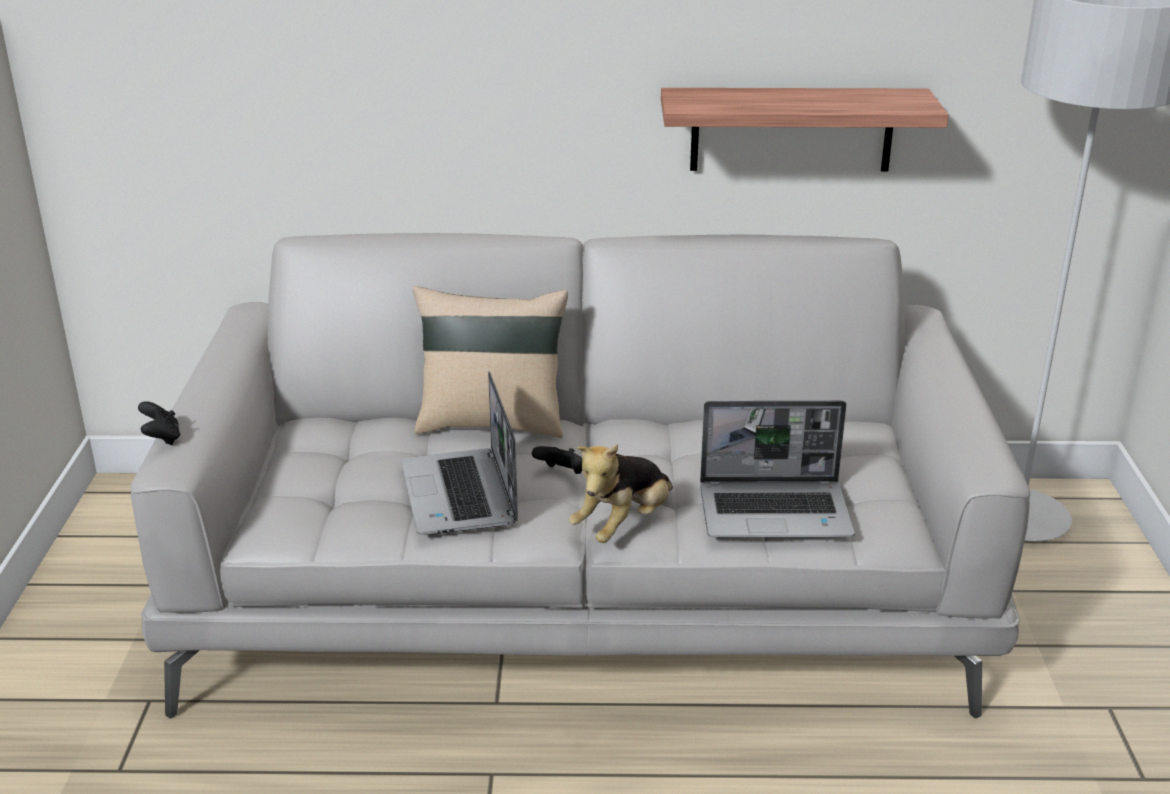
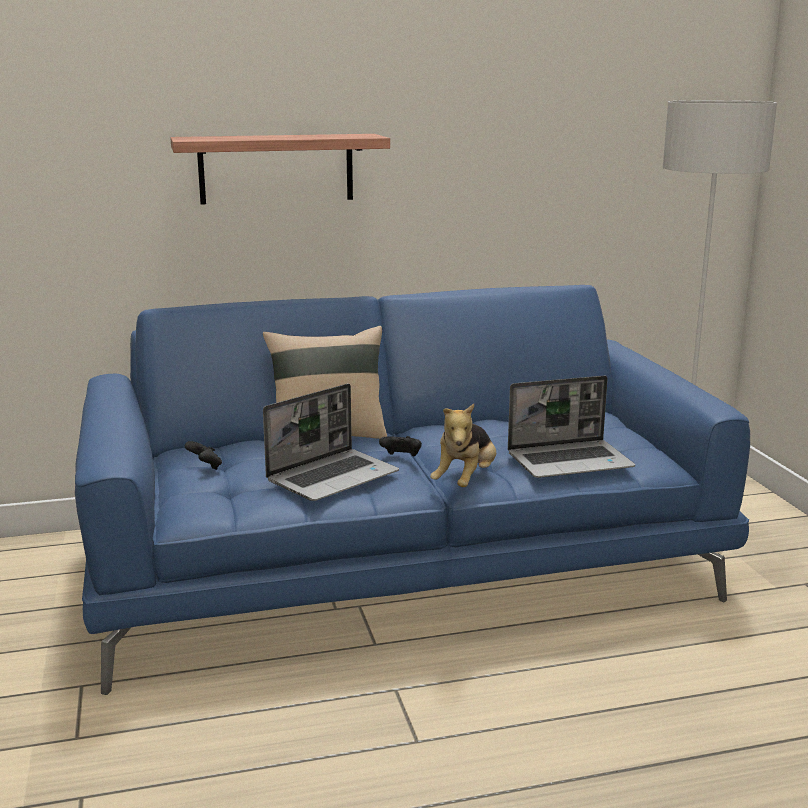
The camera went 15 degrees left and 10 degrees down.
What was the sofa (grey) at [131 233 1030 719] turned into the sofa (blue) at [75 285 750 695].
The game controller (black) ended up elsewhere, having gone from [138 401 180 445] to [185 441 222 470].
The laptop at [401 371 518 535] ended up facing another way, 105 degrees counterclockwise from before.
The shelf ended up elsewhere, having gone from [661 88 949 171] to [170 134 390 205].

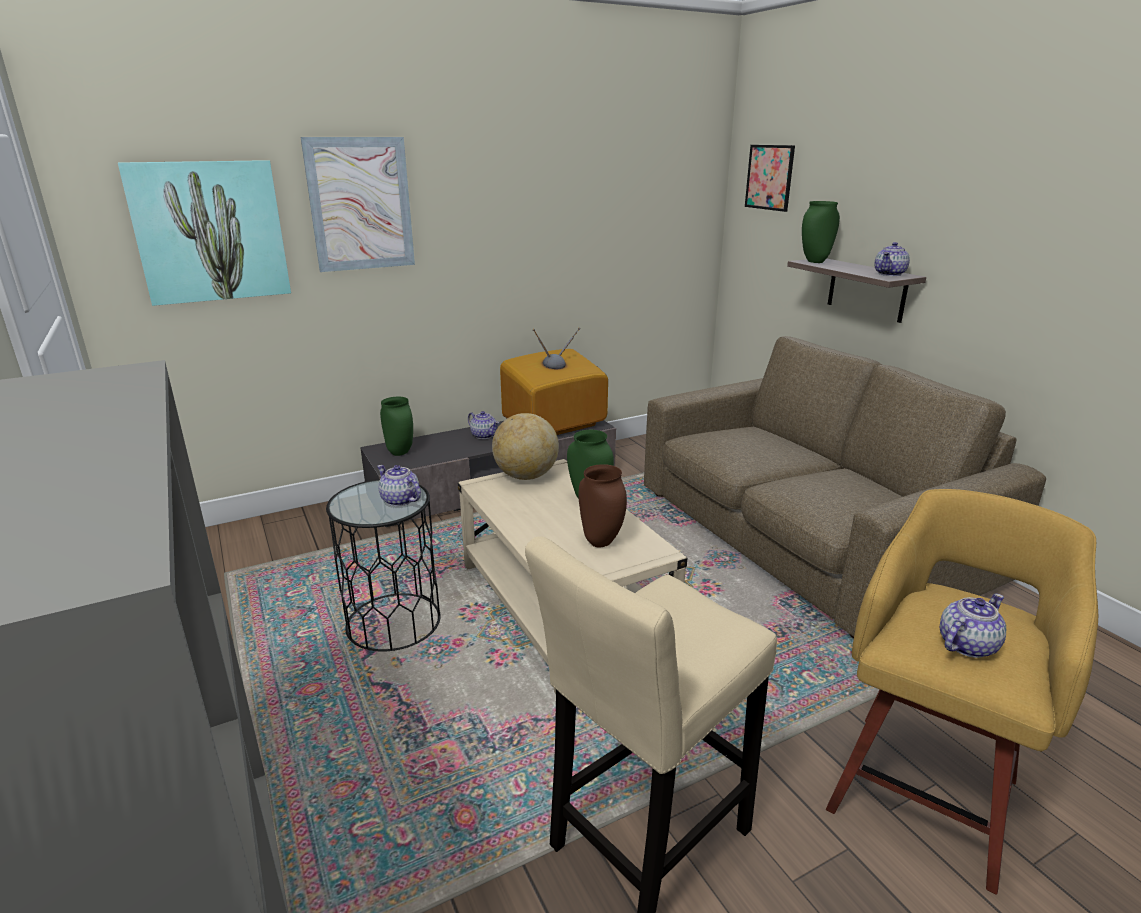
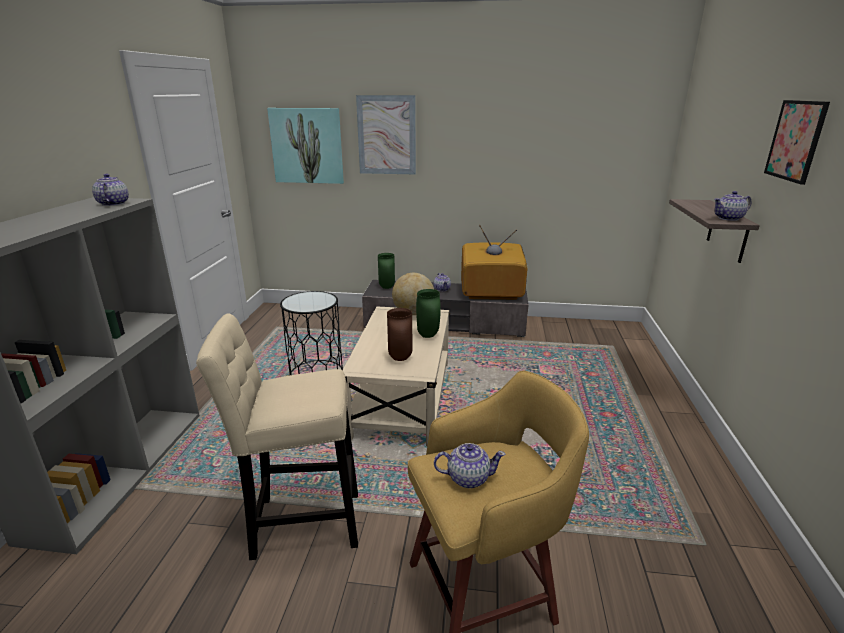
The camera went 35 degrees right and 0 degrees up.
The teapot ended up elsewhere, having gone from [377 465 421 506] to [92 173 129 206].
The second view lost the sofa (brown) at [644 336 1046 638].
The picture ended up elsewhere, having gone from [745 145 795 212] to [764 100 830 185].
The second view lost the vase (green) at [802 201 840 263].

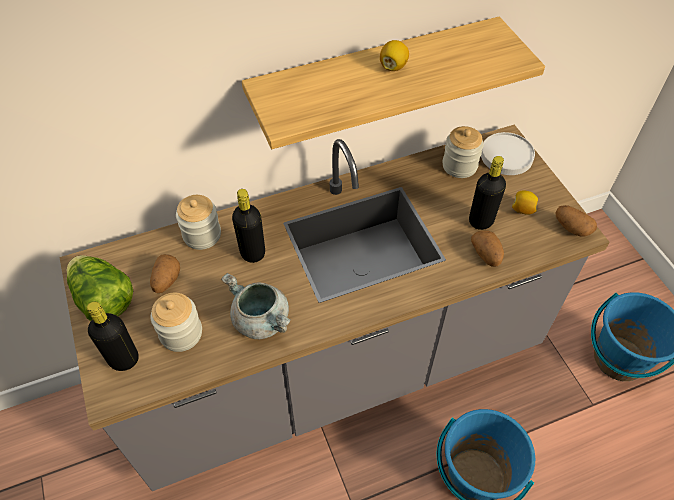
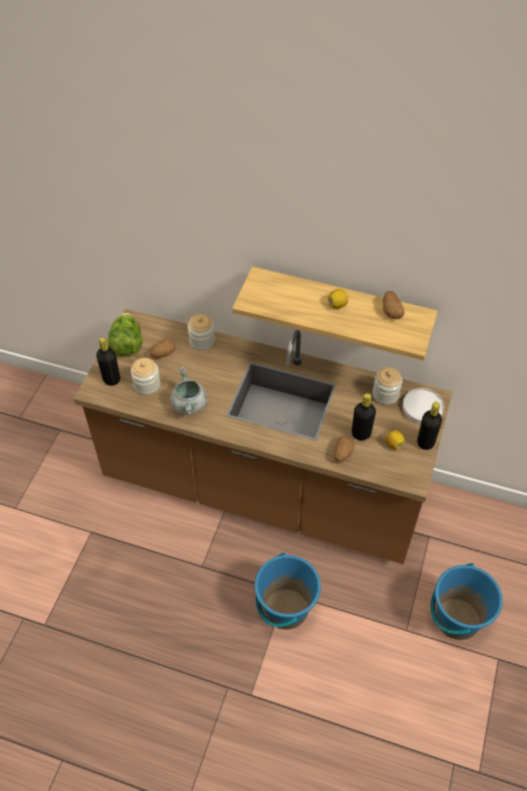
The camera went 40 degrees right and 0 degrees up.
What was the counter (grey) at [60 125 610 491] turned into the counter (brown) at [73 308 452 564].
The bottle (black) ended up elsewhere, having gone from [232 189 265 263] to [417 402 442 450].
The potato ended up elsewhere, having gone from [555 205 597 237] to [383 291 404 319].

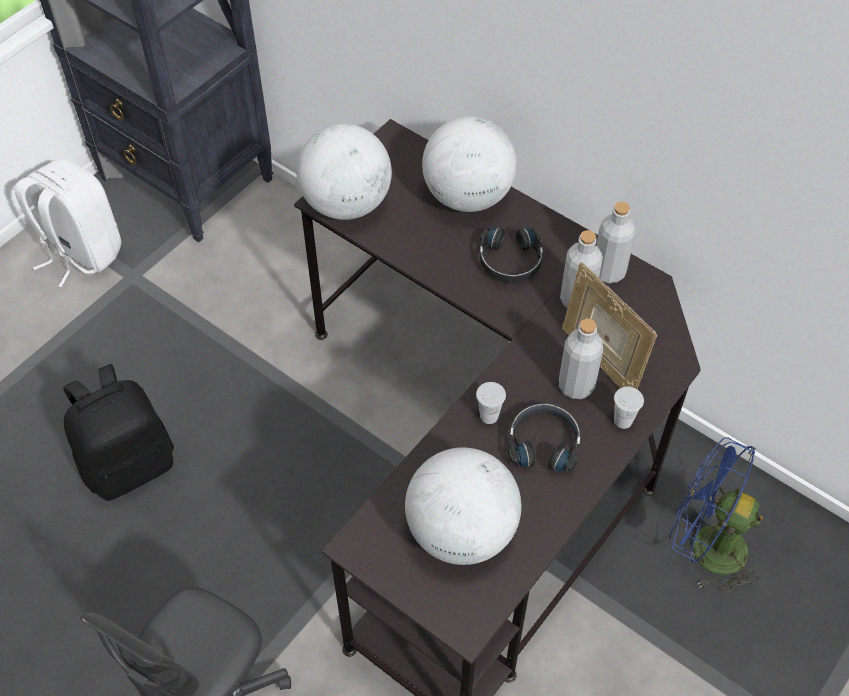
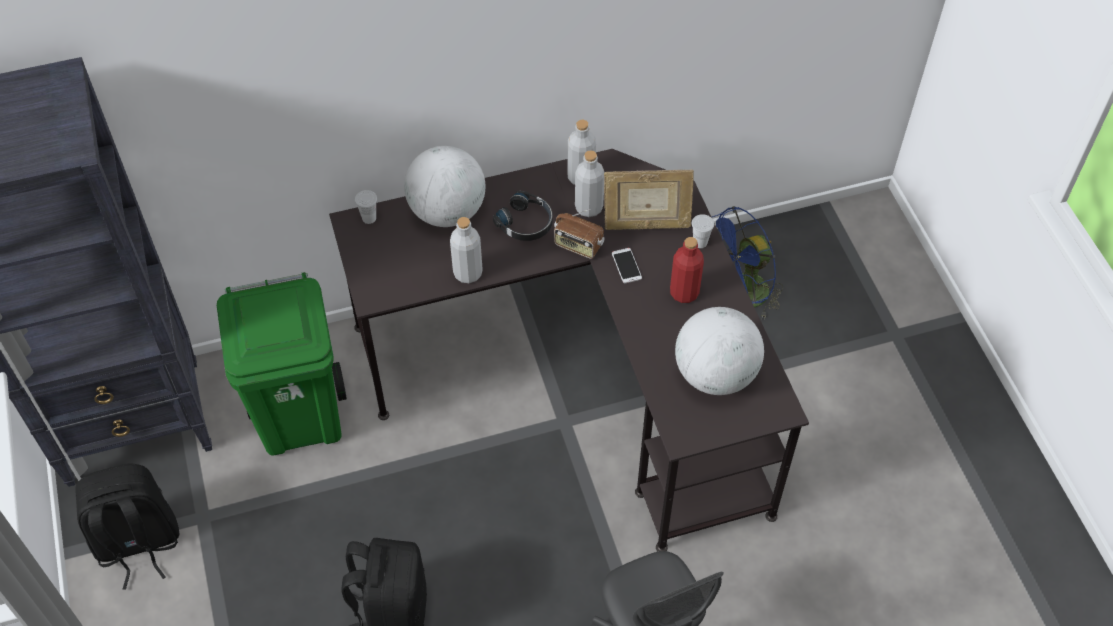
The camera went 55 degrees left and 0 degrees up.
What was the backpack (white) at [15 159 121 287] turned into the backpack (black) at [75 463 180 590].
The second view lost the globe at [296 124 392 220].
The cup (white) ended up elsewhere, having gone from [476 382 506 424] to [355 190 377 224].
Where the headphones (black) stood at [508 403 580 473], the bottle (red) came to stand at [670 237 704 303].
The bottle (grey) ended up elsewhere, having gone from [559 319 603 399] to [450 217 483 283].
The second view gained the trash can (green) at [217 272 347 455].
The second view gained the radio at [554 209 605 259].
The second view gained the phone at [612 248 642 283].

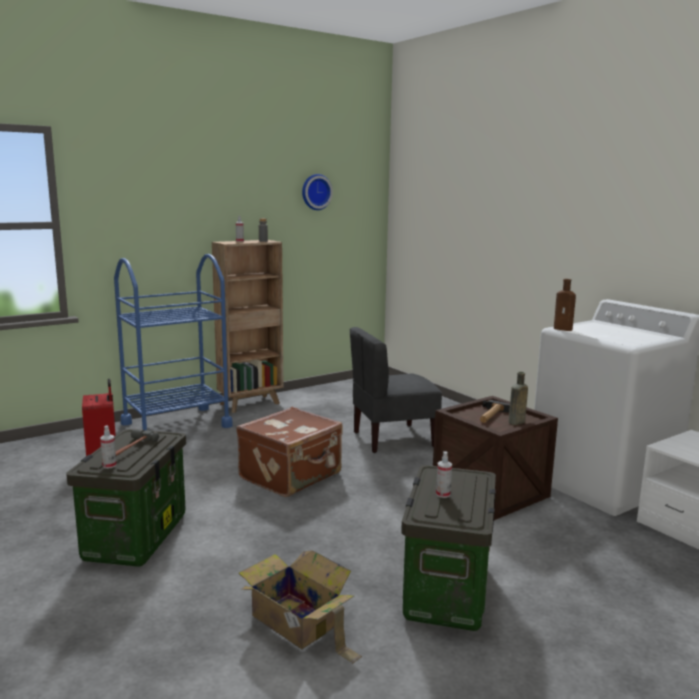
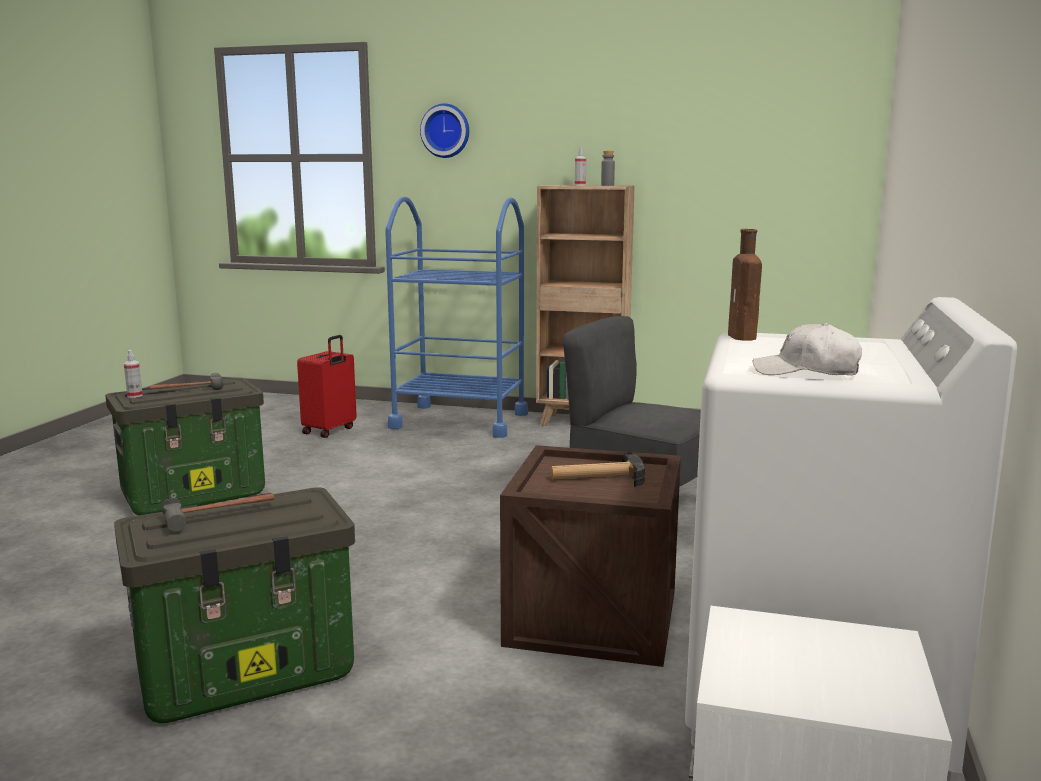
The camera went 50 degrees right and 0 degrees up.
The second view lost the suitcase (brown) at [236 407 343 497].
The second view lost the cardboard box at [239 550 362 664].
The wall clock ended up elsewhere, having gone from [302 174 333 210] to [420 104 469 158].
Where the spray bottle stood at [436 451 452 498], the hammer came to stand at [161 493 274 532].
The second view lost the bottle (brown) at [508 372 528 425].
The second view gained the cap (white) at [753 322 862 375].

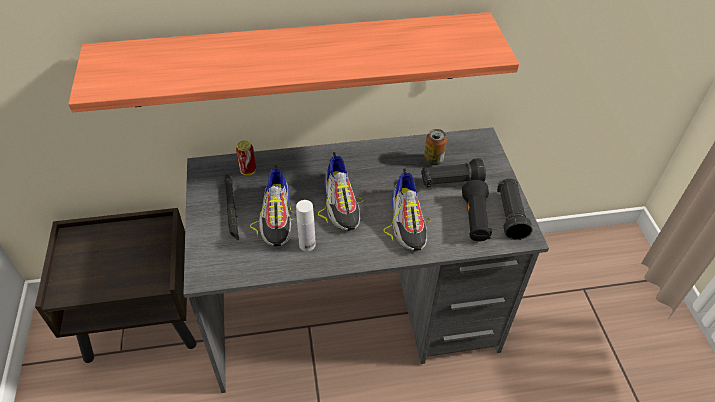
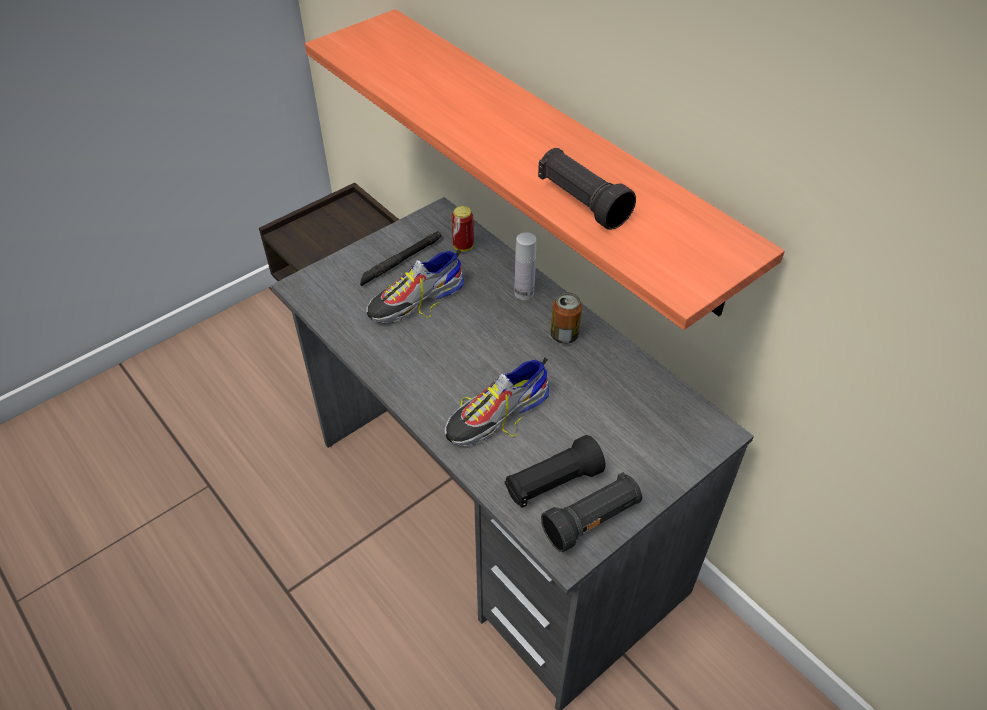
The camera went 60 degrees right and 0 degrees up.
The bottle (white) ended up elsewhere, having gone from [296 200 316 251] to [514 232 536 300].
The second view lost the shoe at [318 152 363 231].
The flashlight (black) ended up elsewhere, having gone from [421 158 486 188] to [538 148 636 230].
The can ended up elsewhere, having gone from [424 129 447 165] to [551 292 582 344].

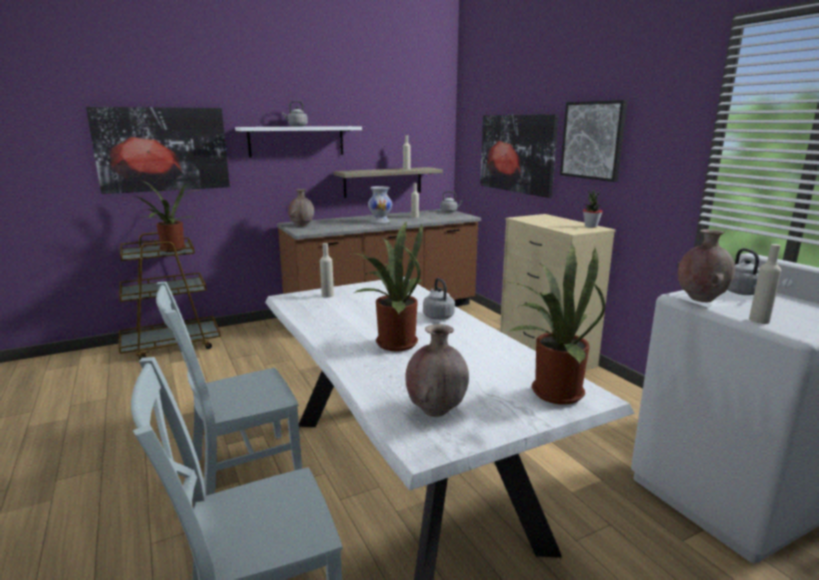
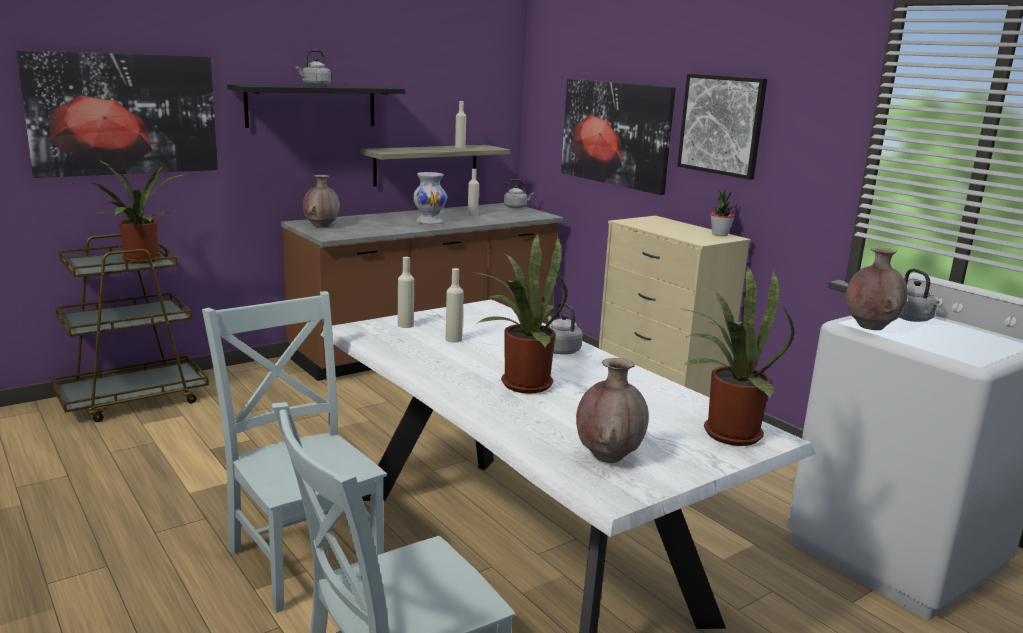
The camera went 10 degrees left and 0 degrees up.
The chair (grey) at [156 282 302 496] ended up facing another way, 90 degrees clockwise from before.
What was the shelf (white) at [235 126 362 158] turned into the shelf (black) at [227 84 405 128].
The bottle (beige) ended up elsewhere, having gone from [749 244 781 324] to [446 268 464 343].

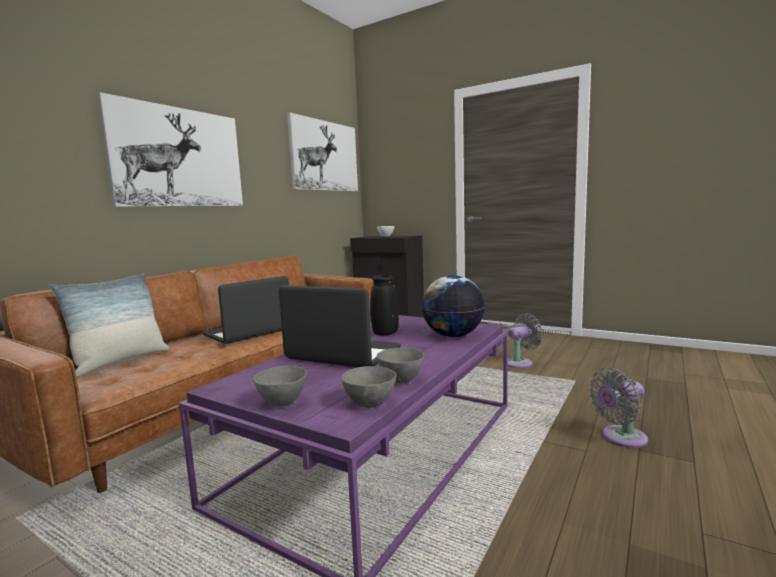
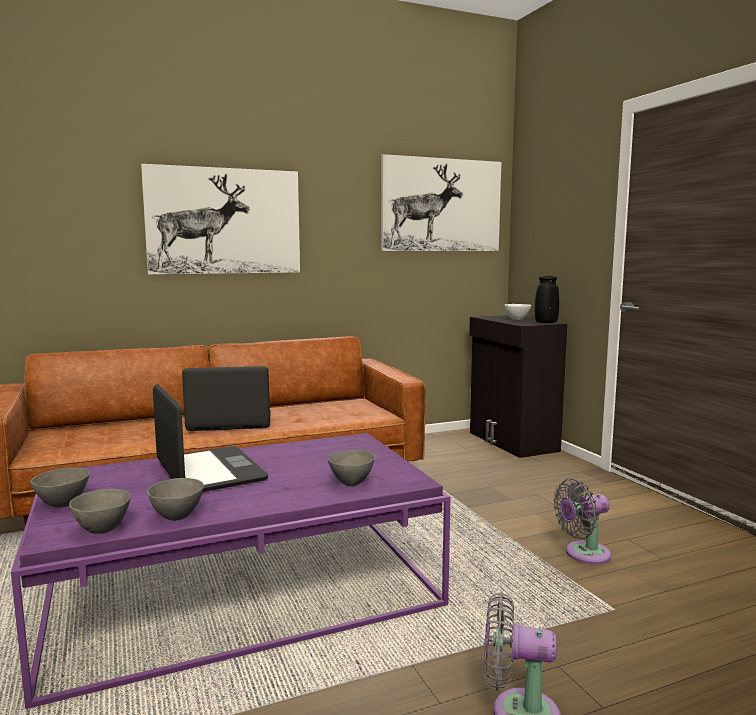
The camera went 35 degrees right and 0 degrees up.
The second view lost the pillow at [50 273 169 377].
The vase (black) ended up elsewhere, having gone from [370 274 399 335] to [534 276 559 323].
Where the globe stood at [422 275 485 337], the bowl (grey) came to stand at [328 450 375 486].
The fan (grey) at [507 313 543 368] ended up facing another way, 150 degrees clockwise from before.

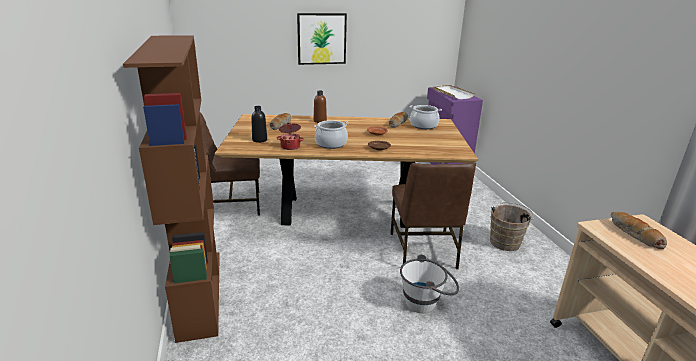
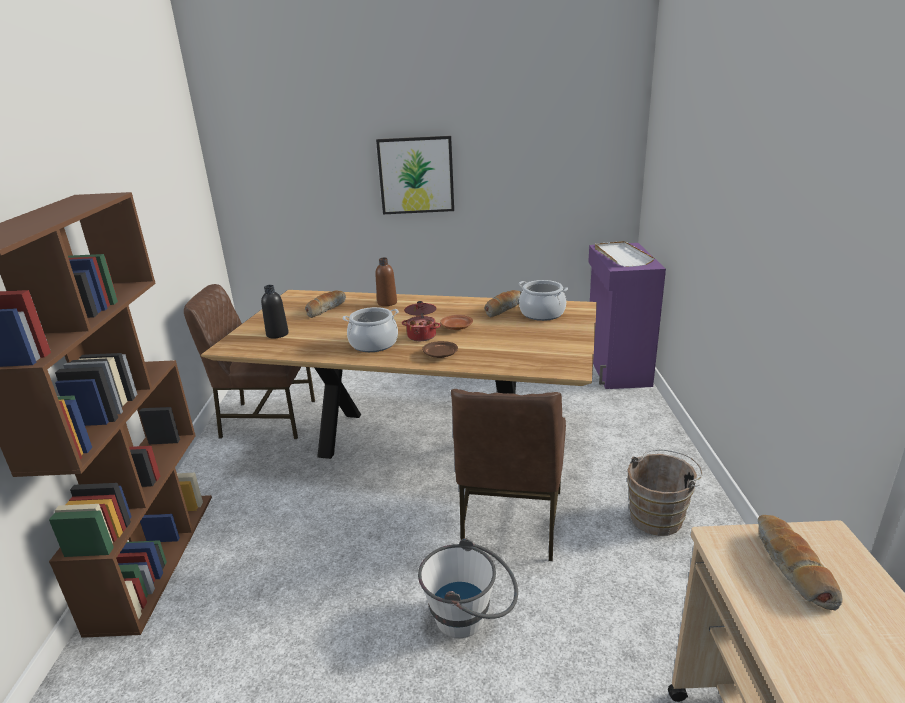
The camera went 15 degrees right and 0 degrees up.
The cooking pot ended up elsewhere, having gone from [276 123 304 150] to [402 301 441 341].

